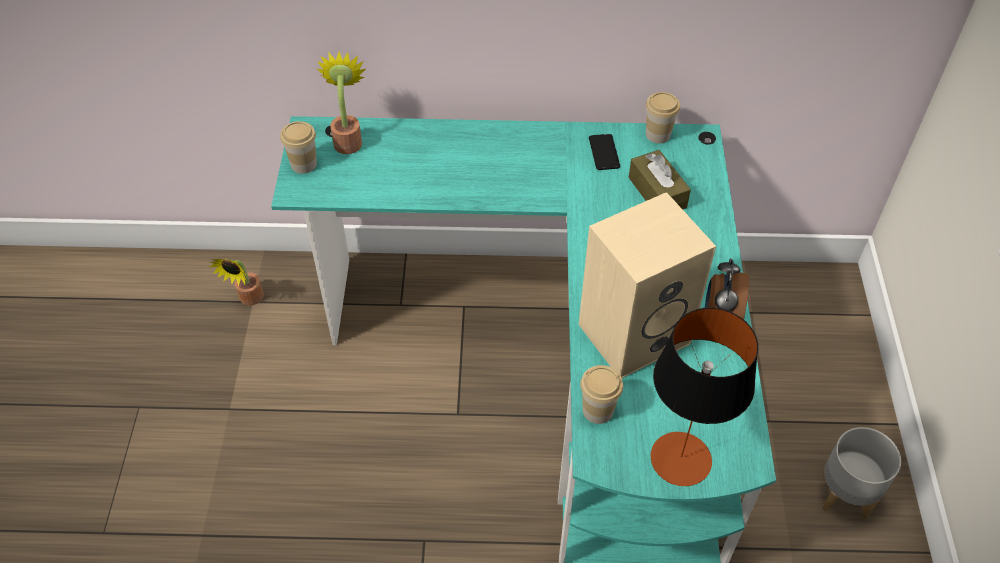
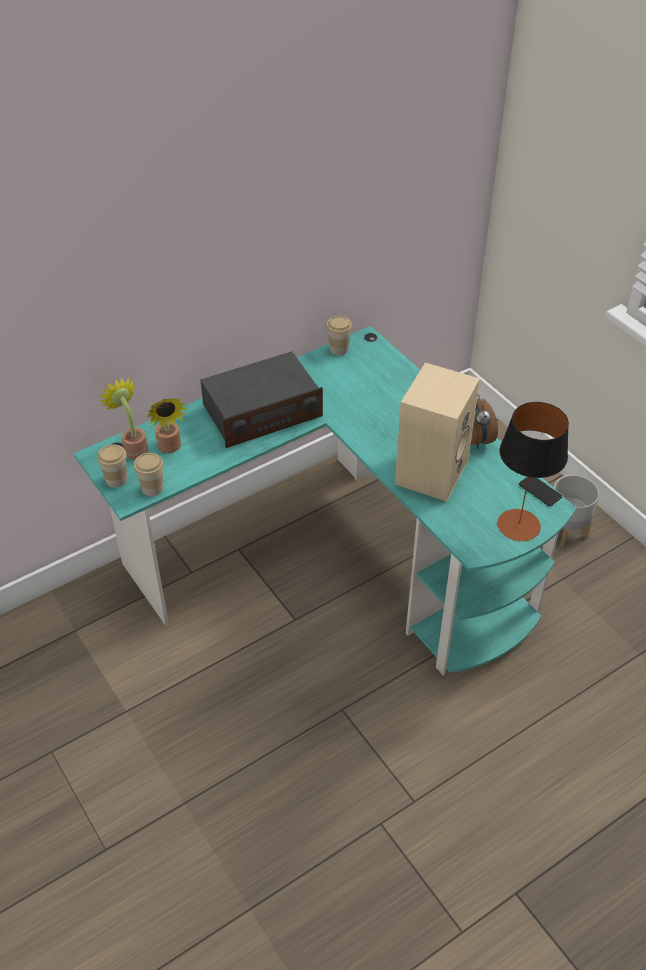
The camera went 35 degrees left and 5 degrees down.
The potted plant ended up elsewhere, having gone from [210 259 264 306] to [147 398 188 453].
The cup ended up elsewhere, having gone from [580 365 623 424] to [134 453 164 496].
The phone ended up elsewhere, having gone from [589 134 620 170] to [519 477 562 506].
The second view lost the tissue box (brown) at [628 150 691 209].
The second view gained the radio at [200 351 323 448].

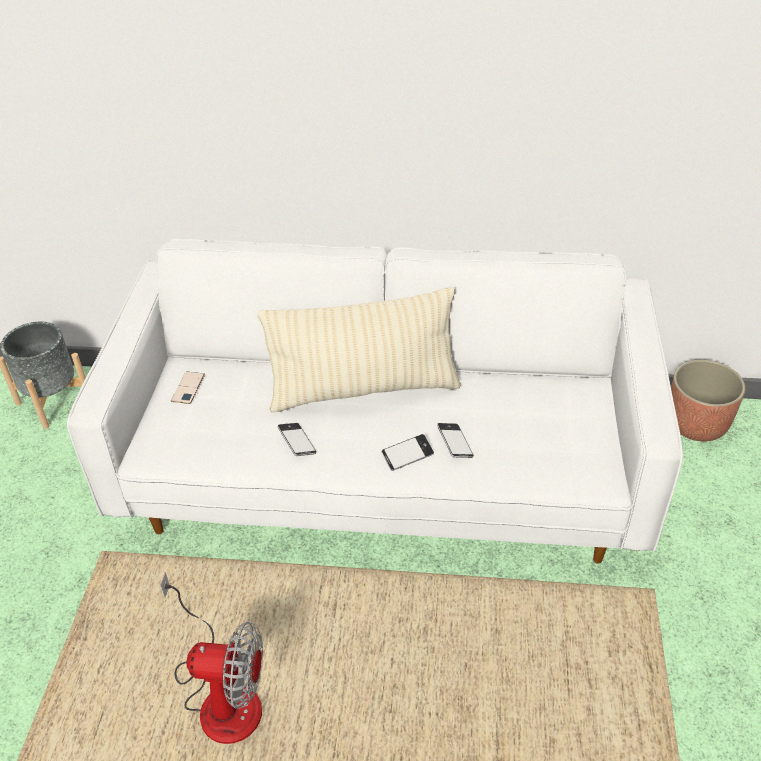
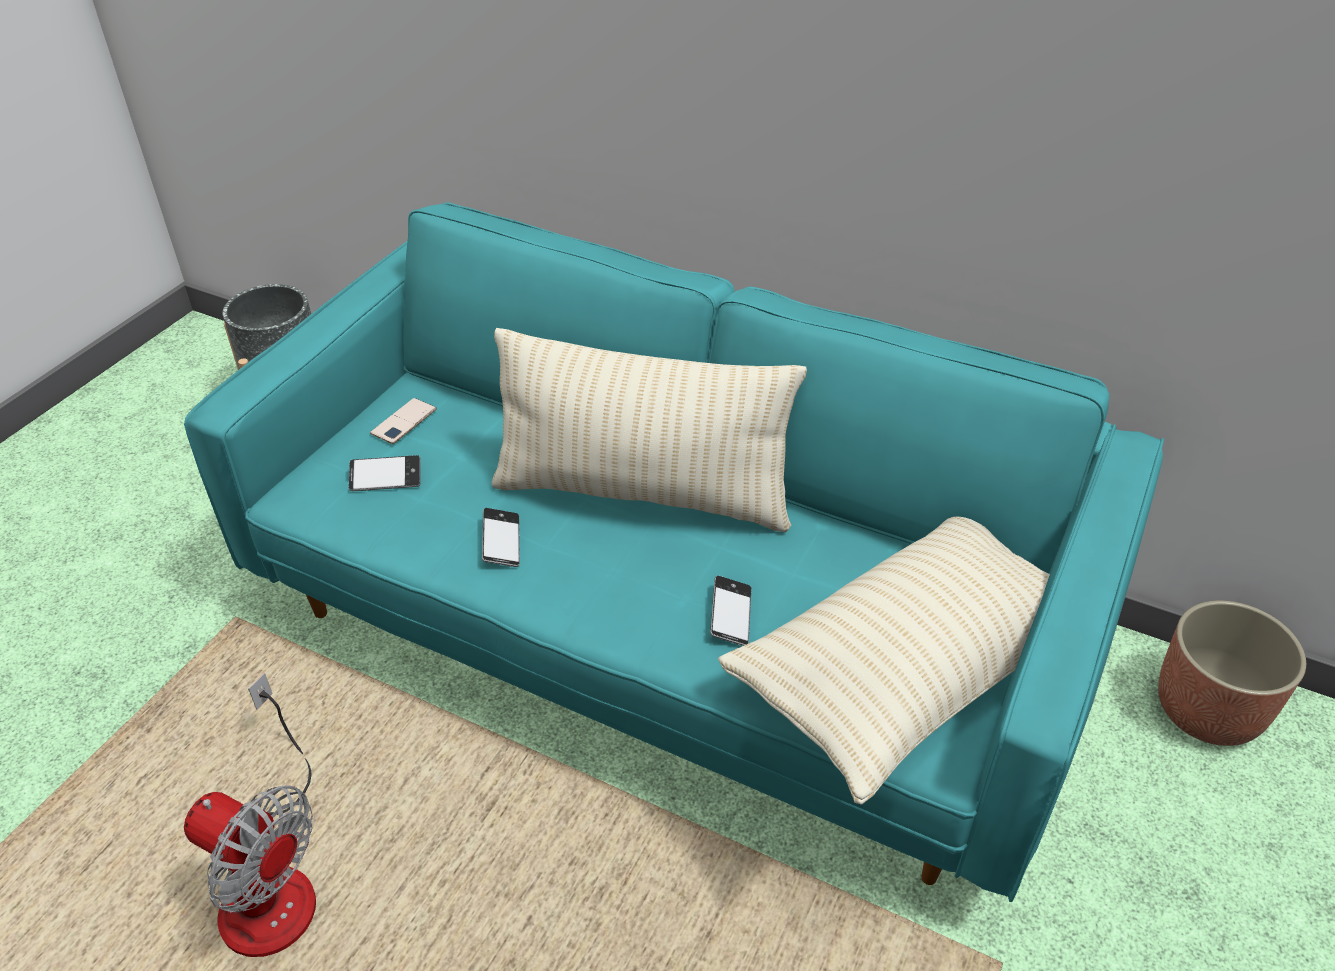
The camera went 20 degrees right and 0 degrees up.
What was the sofa (white) at [67 239 683 564] turned into the sofa (turquoise) at [184 202 1164 902].
The phone ended up elsewhere, having gone from [382 434 434 471] to [349 455 421 491].
The second view gained the pillow (beige) at [718 516 1050 805].

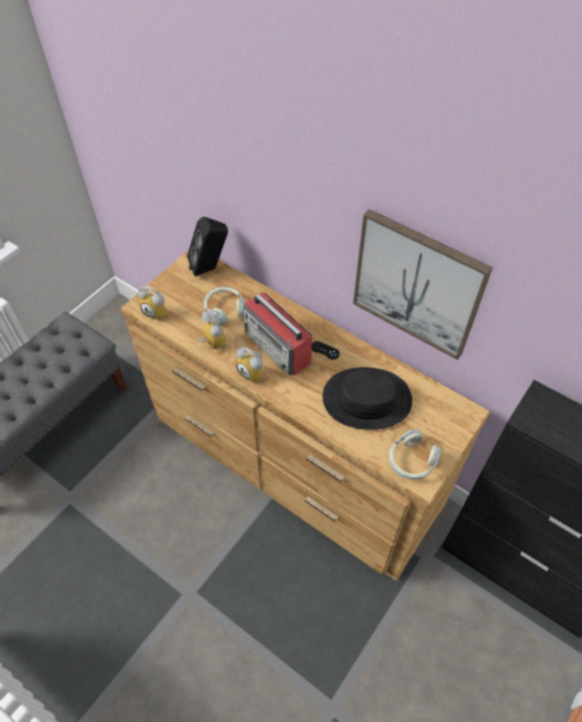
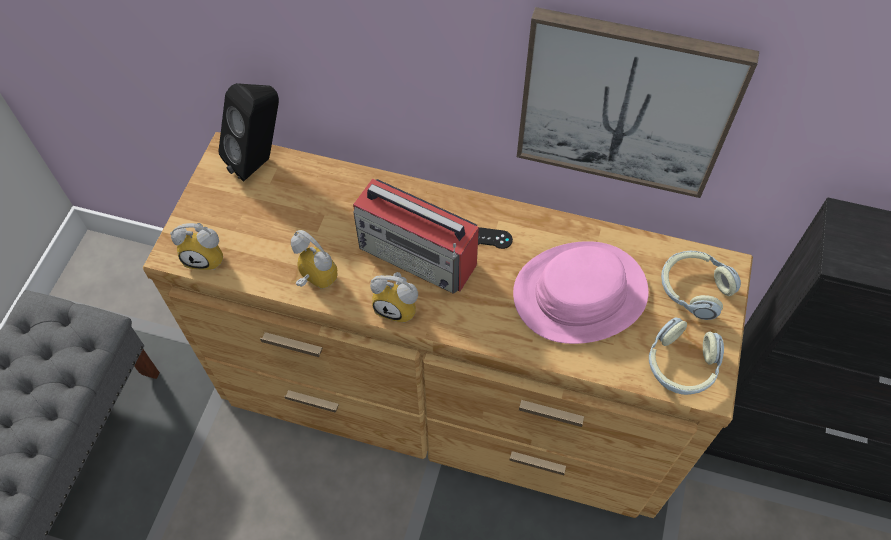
The camera went 20 degrees left and 5 degrees up.
The headphones ended up elsewhere, having gone from [204 287 245 325] to [661 251 741 320].
What was the hat (black) at [323 367 412 430] turned into the hat (pink) at [513 241 649 344].

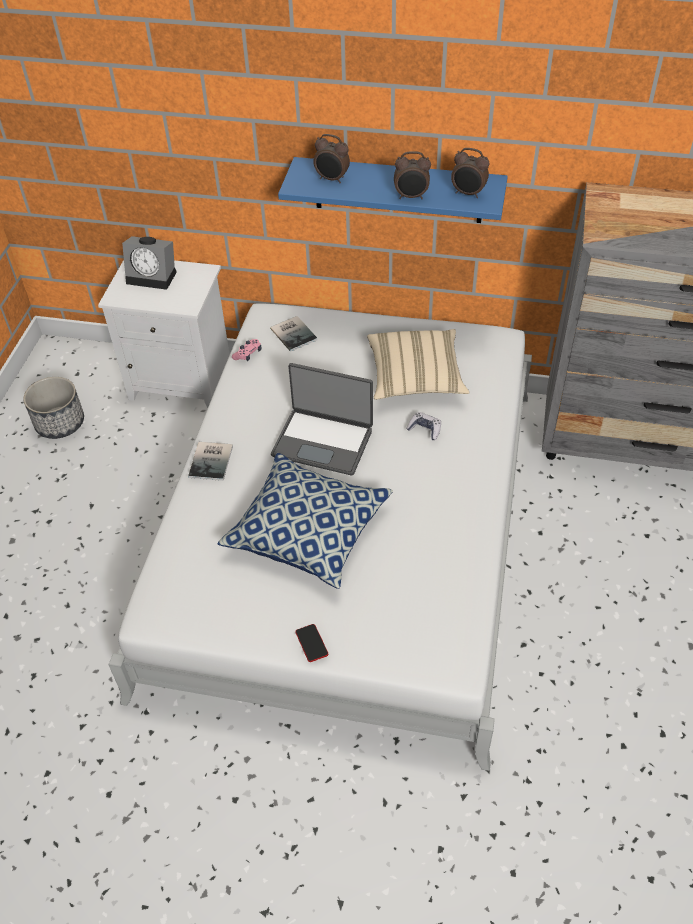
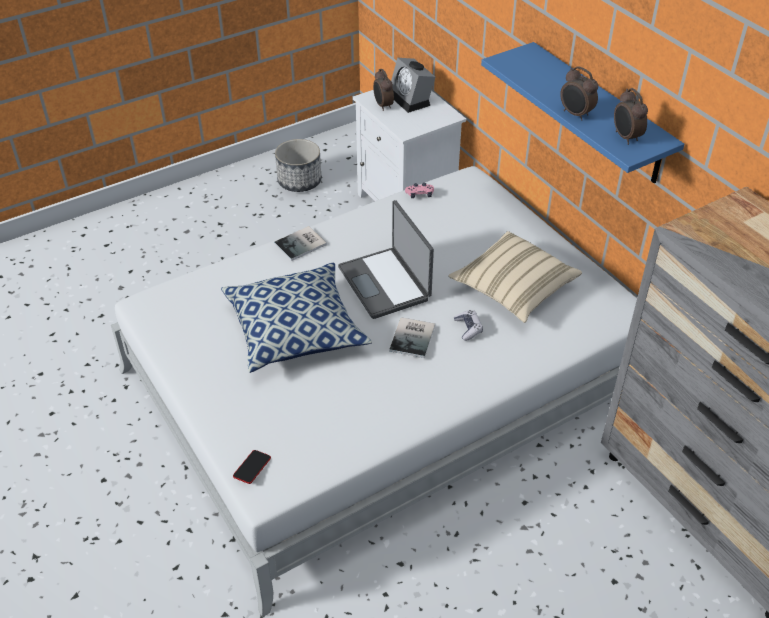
The camera went 45 degrees right and 5 degrees down.
The book ended up elsewhere, having gone from [270 316 318 352] to [389 317 435 358].
The phone ended up elsewhere, having gone from [295 624 328 662] to [233 450 271 484].
The alarm clock ended up elsewhere, having gone from [313 134 350 183] to [373 69 394 111].

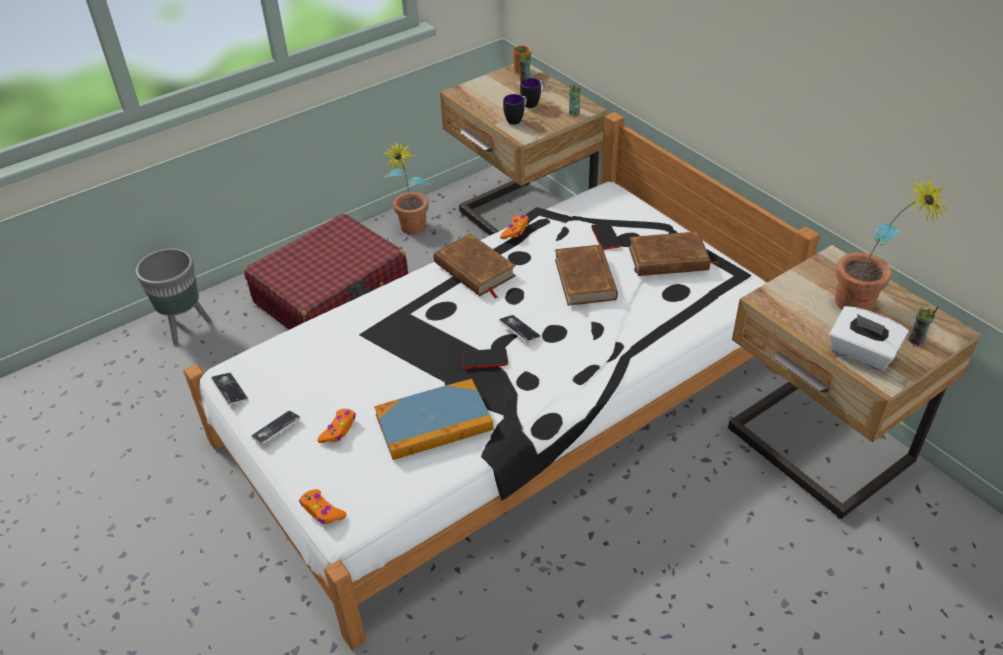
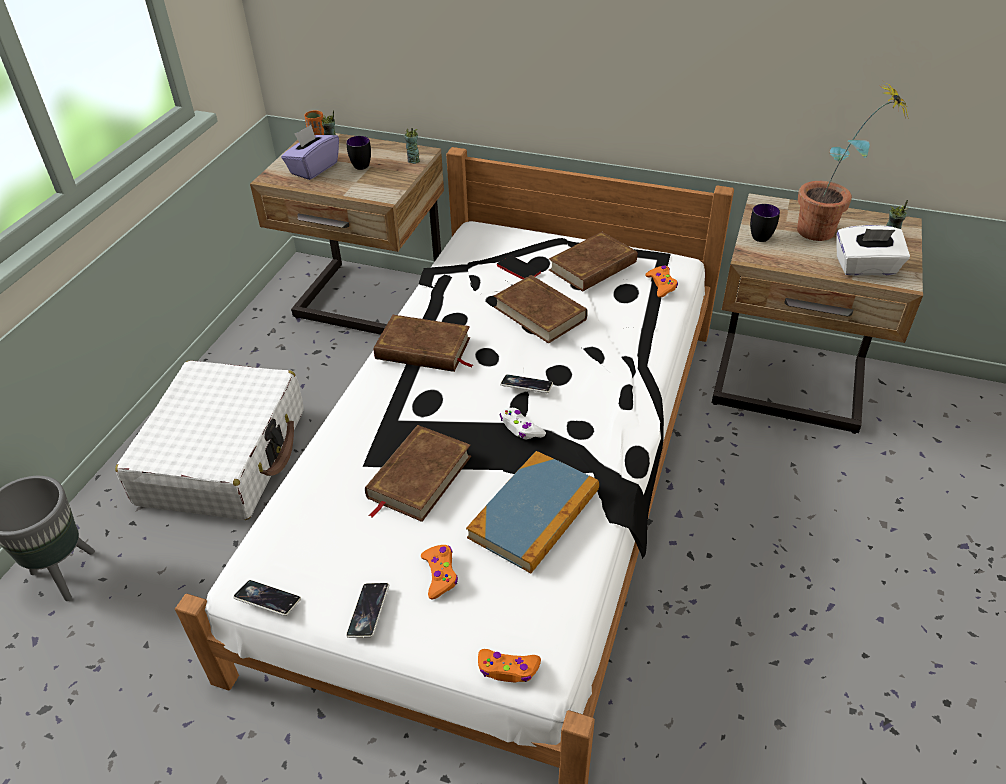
The camera went 35 degrees left and 0 degrees up.
What was the suitcase (red) at [244 214 408 330] turned into the suitcase (white) at [115 360 304 520].
The second view lost the potted plant at [382 139 430 234].
Where the phone stood at [461 348 508 369], the game controller (white) came to stand at [500 408 546 439].
The game controller (orange) ended up elsewhere, having gone from [500 215 529 239] to [645 266 678 298].
The mug ended up elsewhere, having gone from [503 94 527 125] to [750 204 780 242].
The second view gained the tissue box (purple) at [281 125 339 180].
The second view gained the book (brown) at [365 425 471 522].

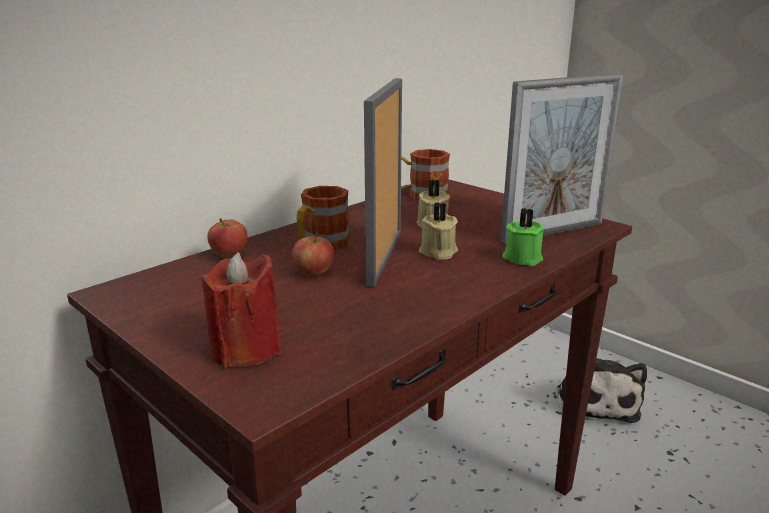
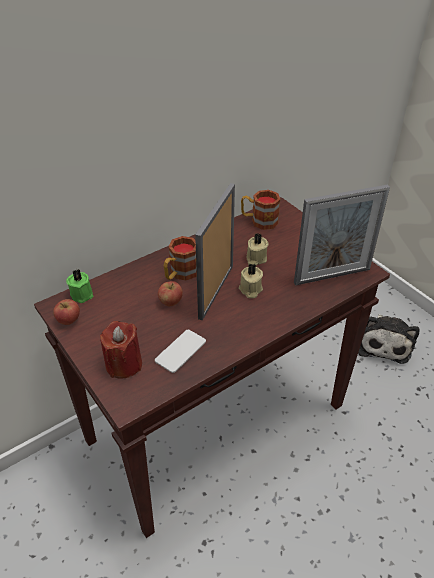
The camera went 10 degrees right and 20 degrees up.
The apple ended up elsewhere, having gone from [207 218 247 258] to [53 299 80 325].
The candle (green) ended up elsewhere, having gone from [502 208 544 266] to [66 269 93 303].
The second view gained the phone at [155 330 206 373].

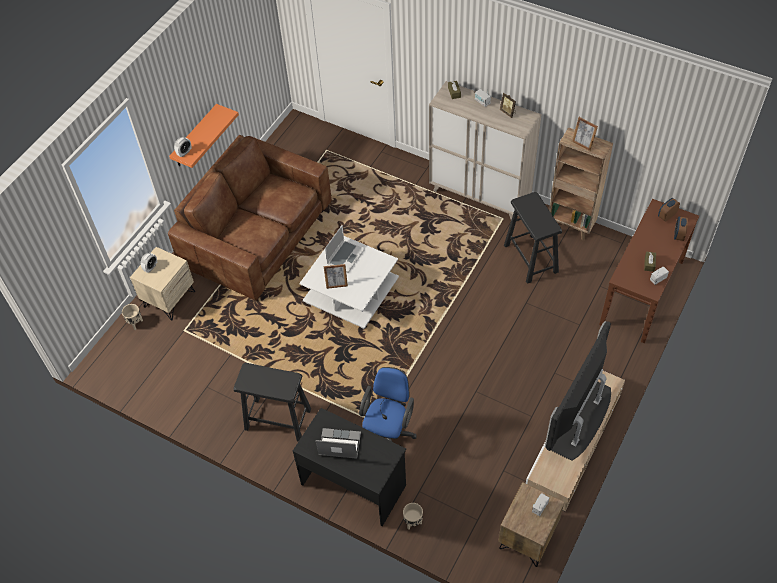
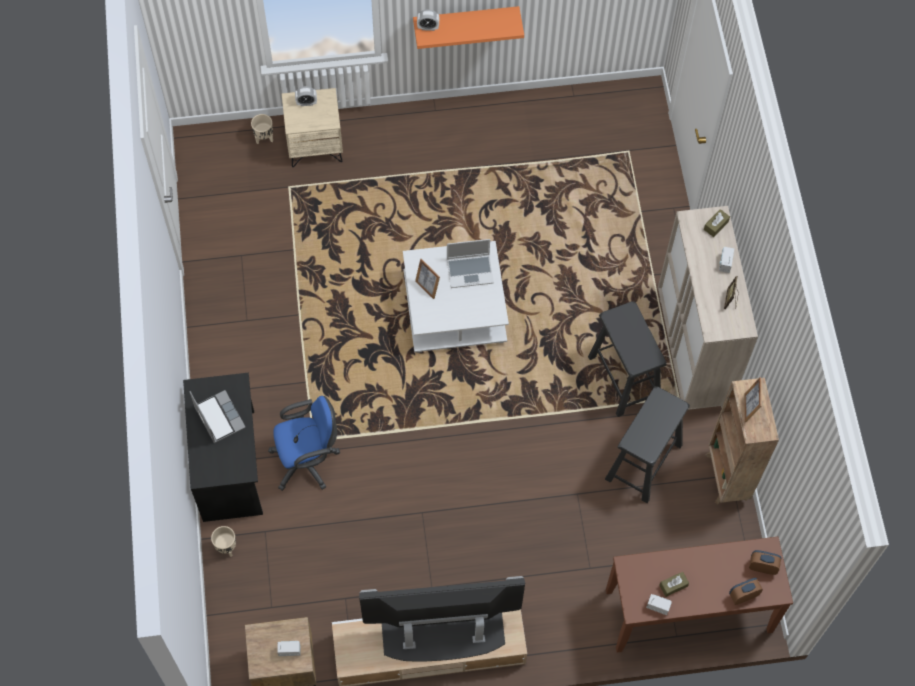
The camera went 50 degrees right and 10 degrees up.
The second view lost the sofa (brown) at [168 135 332 300].
The stool (black) ended up elsewhere, having gone from [233 363 311 442] to [588 301 666 417].

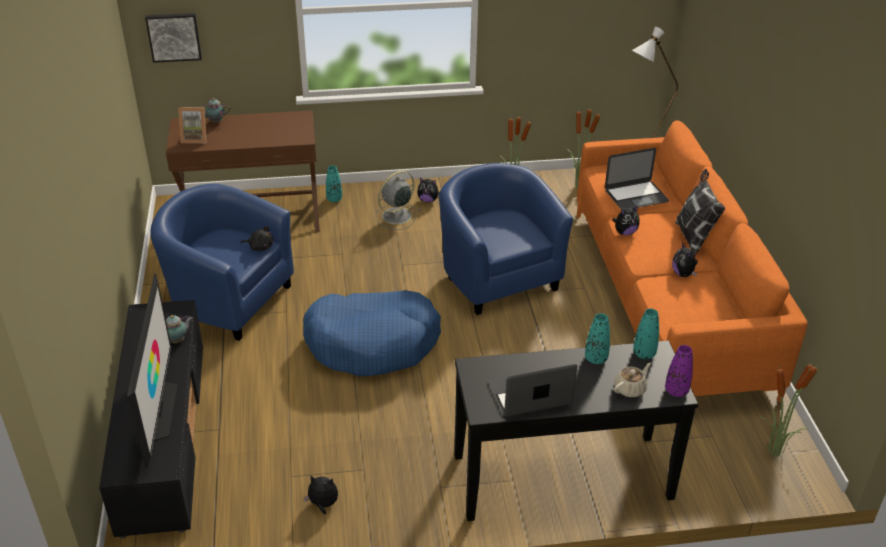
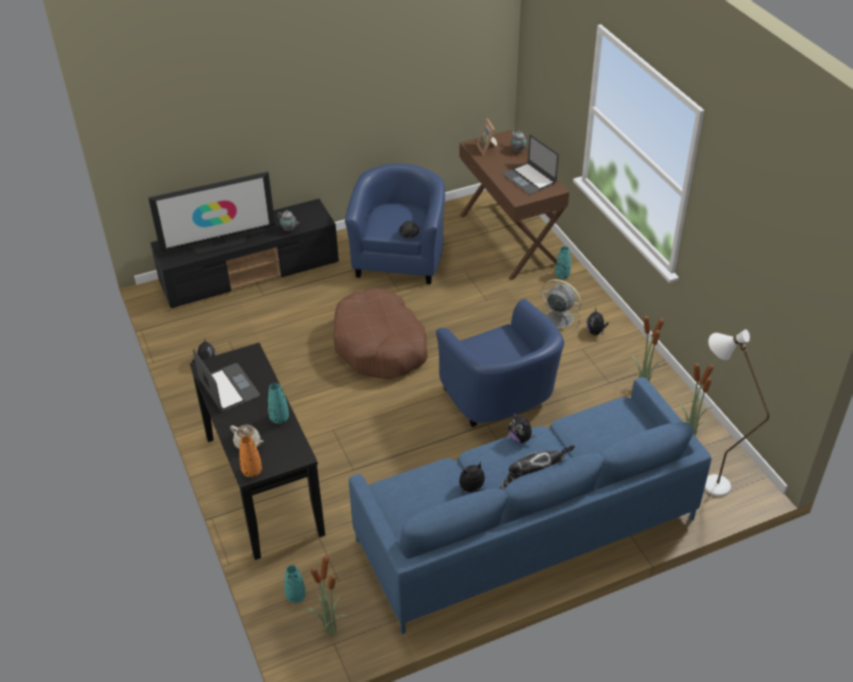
The camera went 75 degrees right and 5 degrees up.
The second view lost the picture at [145 13 202 63].
What was the dog bed (blue) at [303 290 441 376] turned into the dog bed (brown) at [333 288 428 379].
The armchair (blue) at [439 163 573 315] ended up facing another way, 105 degrees clockwise from before.
What was the sofa (orange) at [577 120 808 402] turned into the sofa (blue) at [349 377 711 634].
The laptop ended up elsewhere, having gone from [605 148 669 210] to [502 135 559 194].
The vase (turquoise) ended up elsewhere, having gone from [633 309 659 359] to [284 565 306 603].
What was the vase (purple) at [665 345 693 397] turned into the vase (orange) at [239 436 262 477].

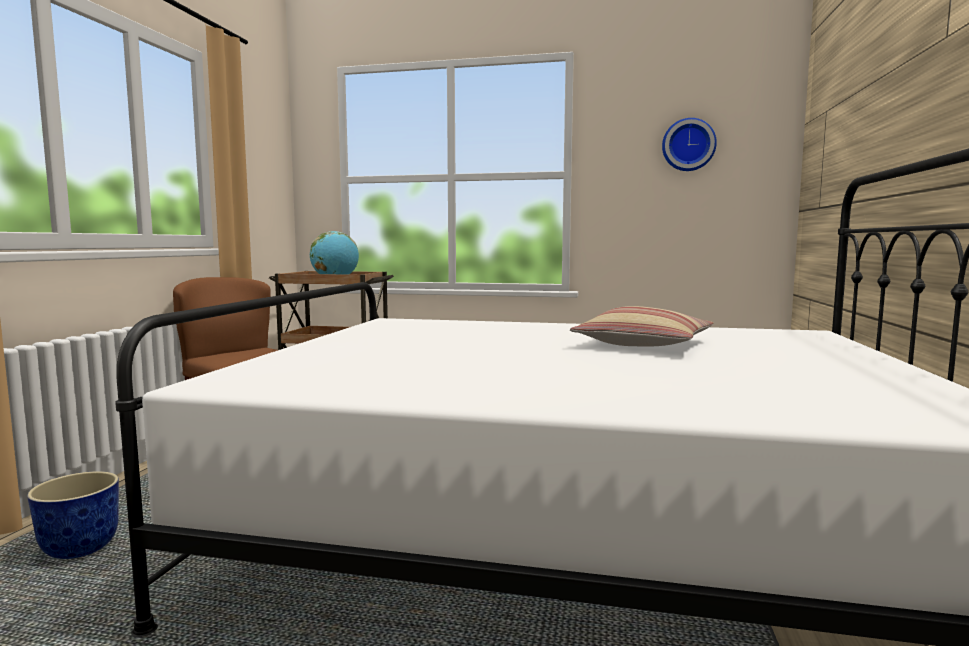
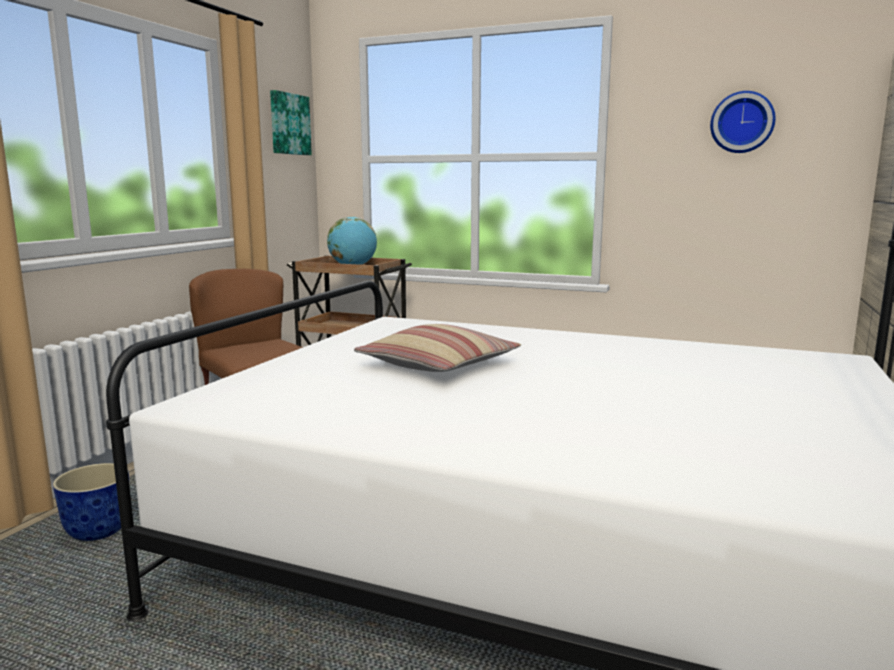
The camera went 10 degrees right and 5 degrees up.
The pillow ended up elsewhere, having gone from [570 306 714 346] to [354 324 521 372].
The second view gained the picture at [270 90 312 155].

